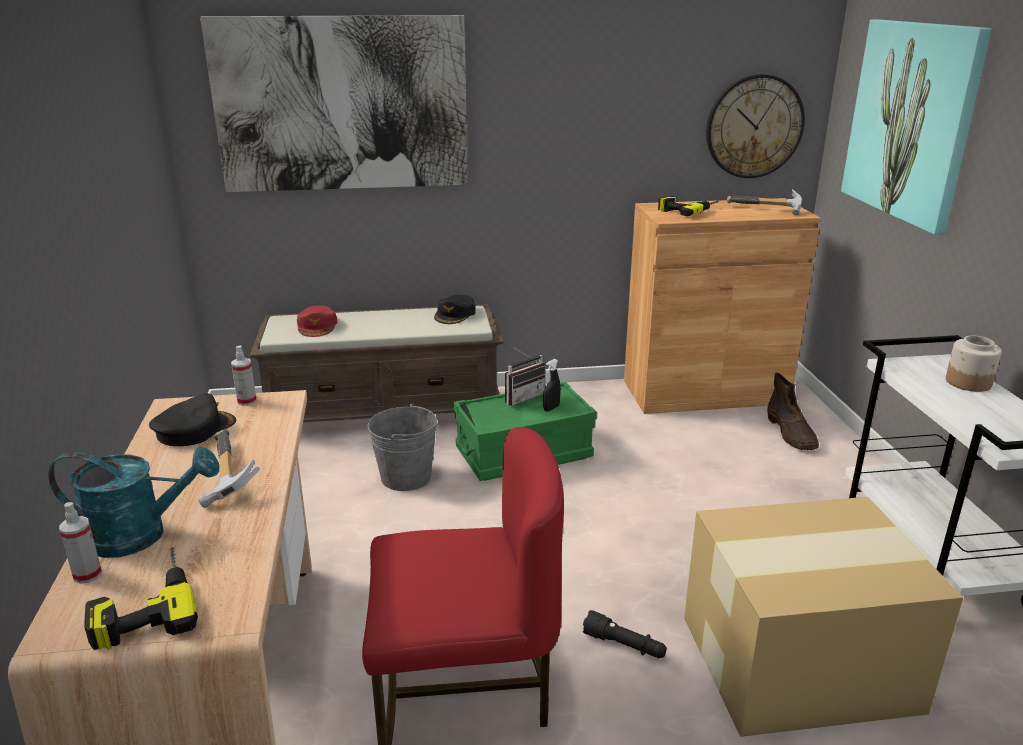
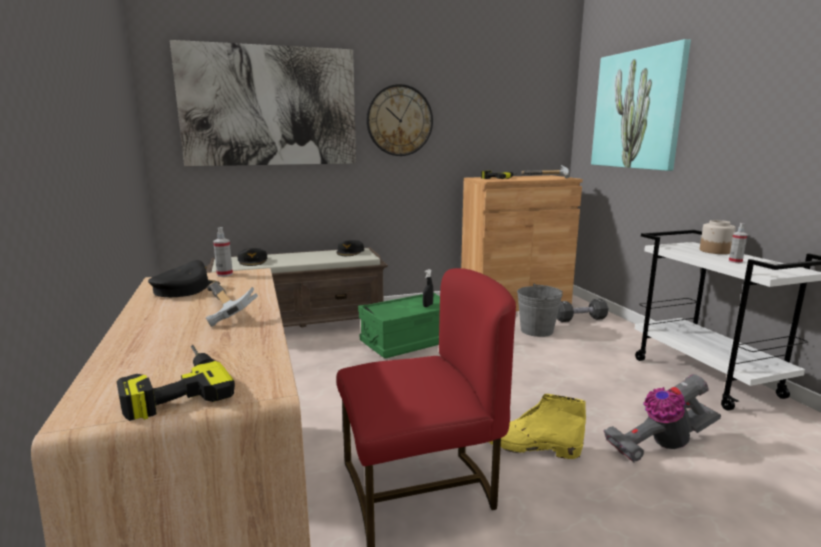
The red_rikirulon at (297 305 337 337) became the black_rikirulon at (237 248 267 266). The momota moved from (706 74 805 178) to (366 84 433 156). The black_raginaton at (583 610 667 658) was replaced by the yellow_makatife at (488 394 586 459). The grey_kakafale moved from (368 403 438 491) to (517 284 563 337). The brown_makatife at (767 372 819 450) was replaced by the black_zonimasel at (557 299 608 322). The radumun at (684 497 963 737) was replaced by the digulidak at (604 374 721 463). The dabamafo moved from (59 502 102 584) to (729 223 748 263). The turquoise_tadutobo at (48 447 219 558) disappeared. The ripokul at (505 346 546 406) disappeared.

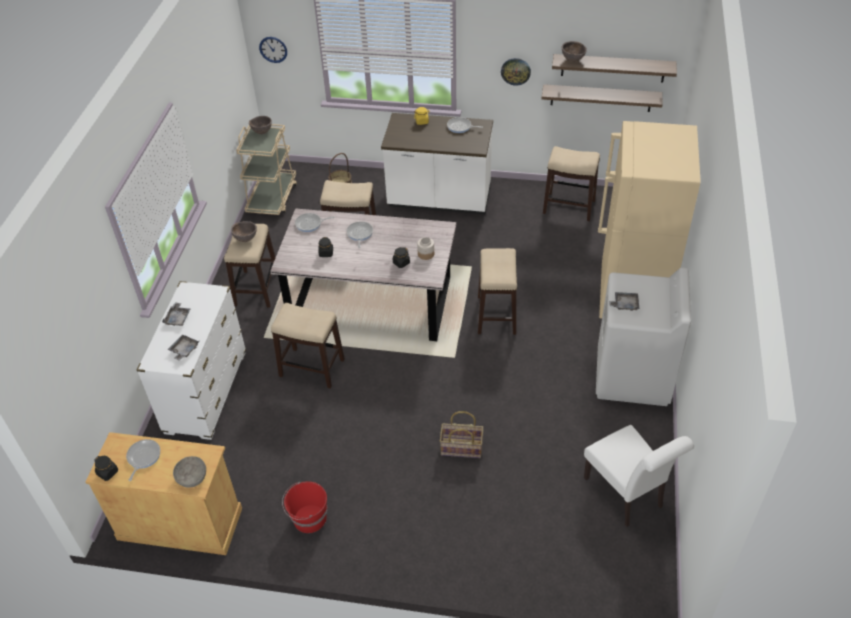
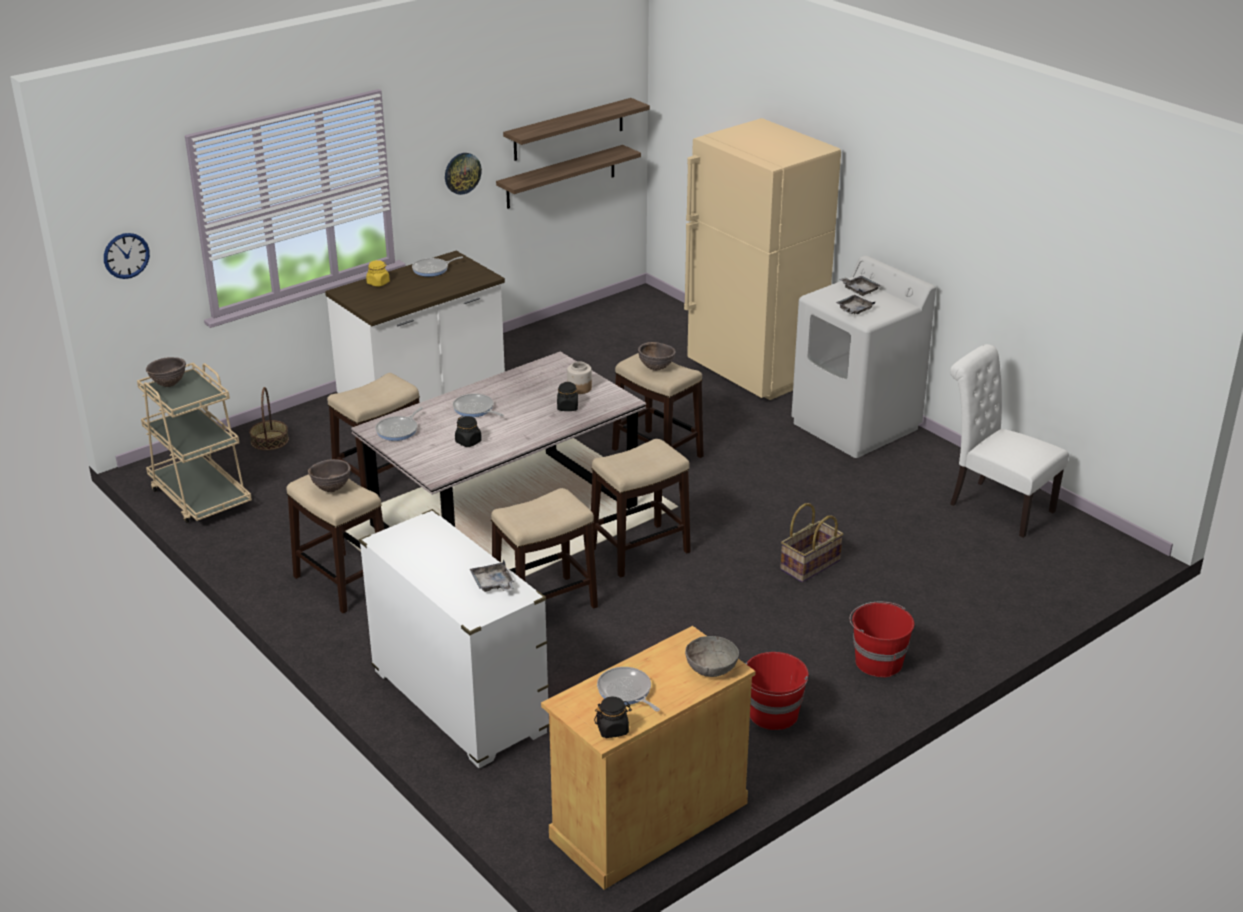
The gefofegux moved from (543 146 600 221) to (591 439 691 578). The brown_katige moved from (561 41 587 62) to (638 342 676 371). The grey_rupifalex moved from (162 302 190 326) to (839 276 881 296). The red_kakafale at (850 602 914 677) appeared. The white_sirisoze at (584 425 694 527) turned 150 degrees counterclockwise.

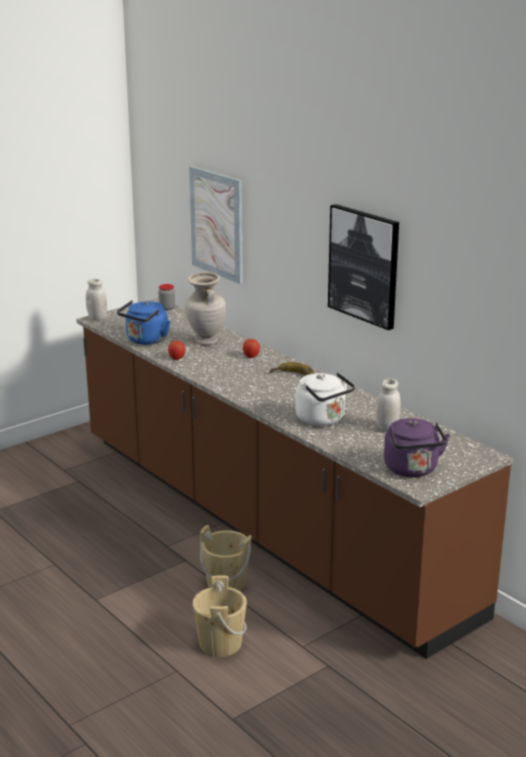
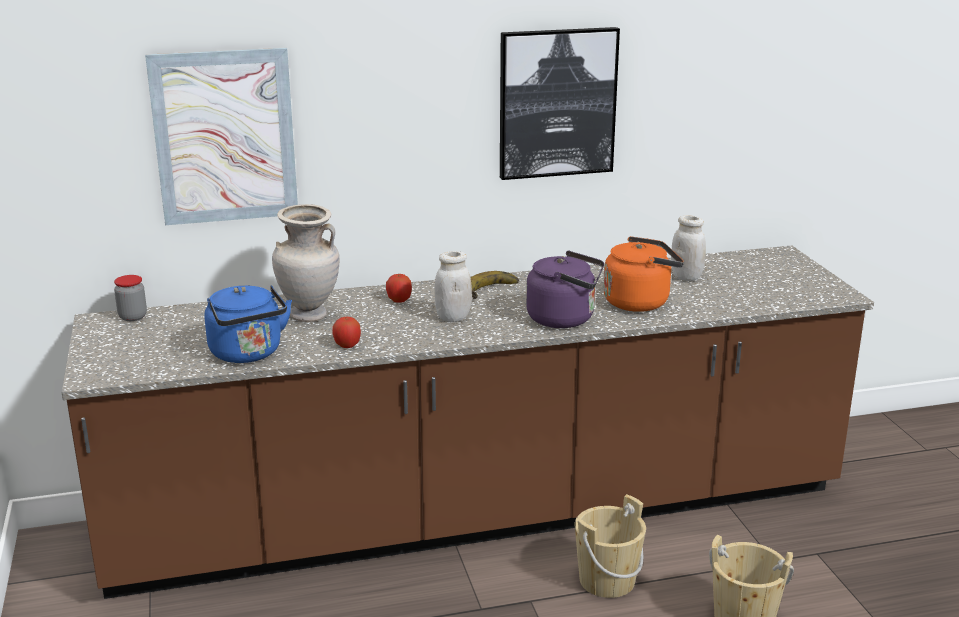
The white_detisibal moved from (86 279 107 320) to (434 251 472 322). The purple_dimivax moved from (384 418 450 477) to (526 251 604 328). The white_dimivax at (295 372 355 426) became the orange_dimivax at (603 236 684 312).

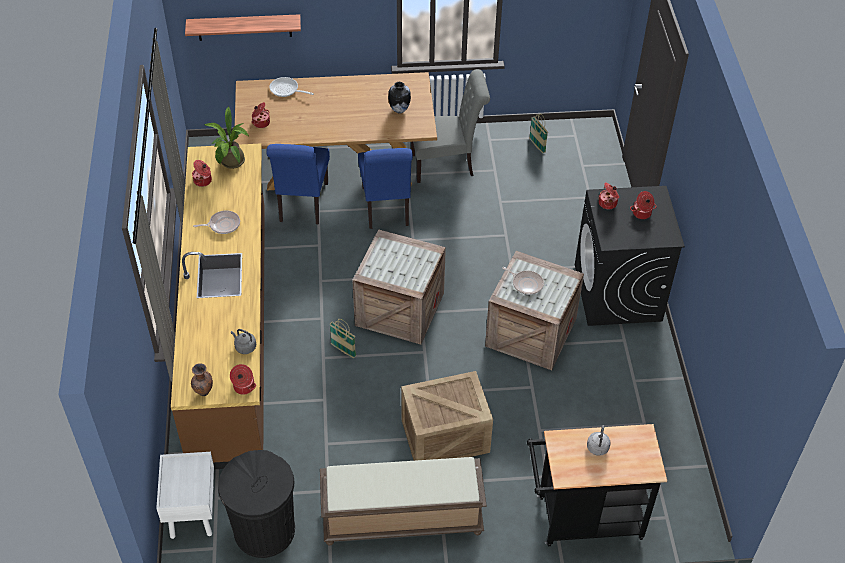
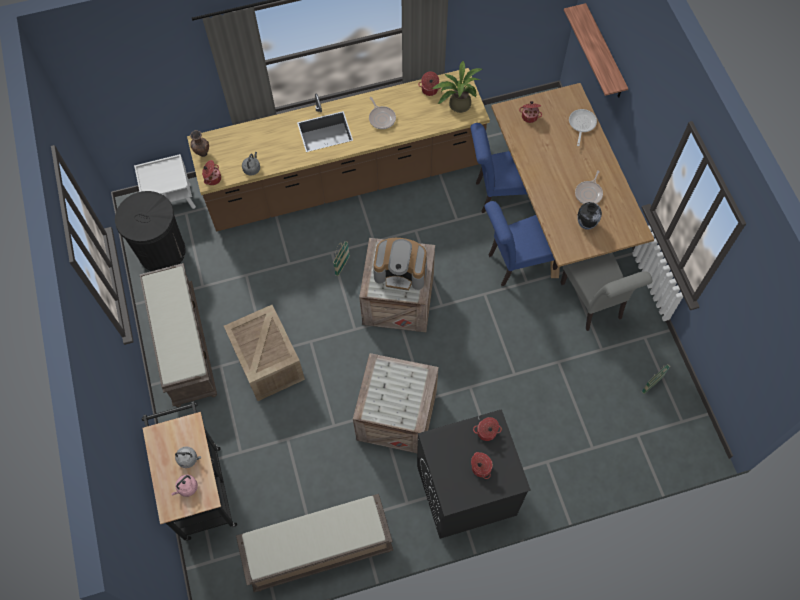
The pink_dimivax at (171 475 198 497) appeared. The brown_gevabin at (236 494 393 592) appeared. The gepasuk at (373 238 427 291) appeared. The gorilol moved from (502 267 544 295) to (575 170 603 204).

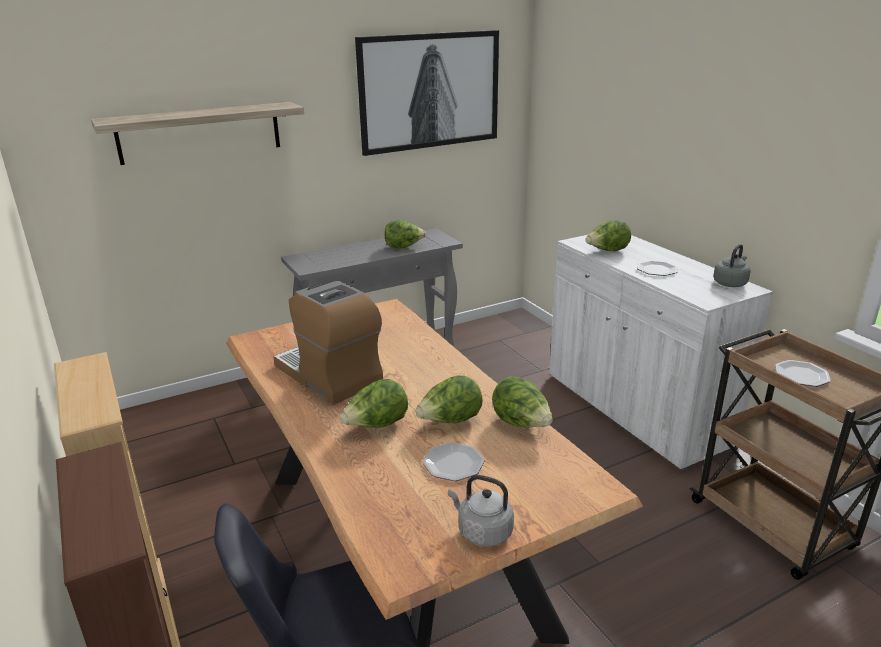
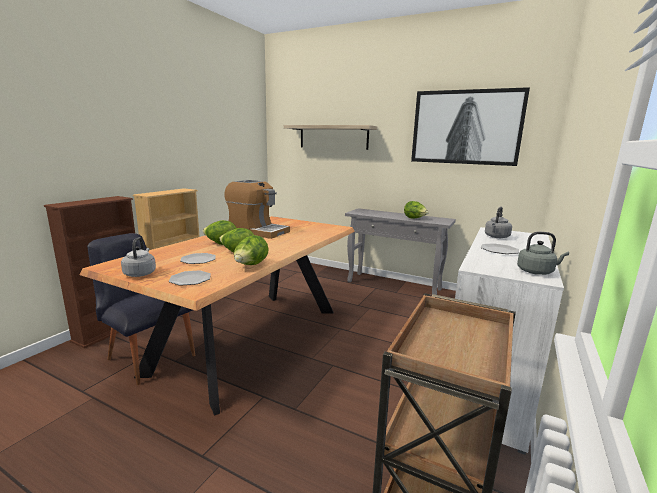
The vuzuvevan moved from (775 360 831 387) to (169 270 211 286). The gepasuk at (273 281 383 405) turned 105 degrees clockwise. The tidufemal at (586 220 631 251) was replaced by the grey_dimivax at (485 207 512 238).

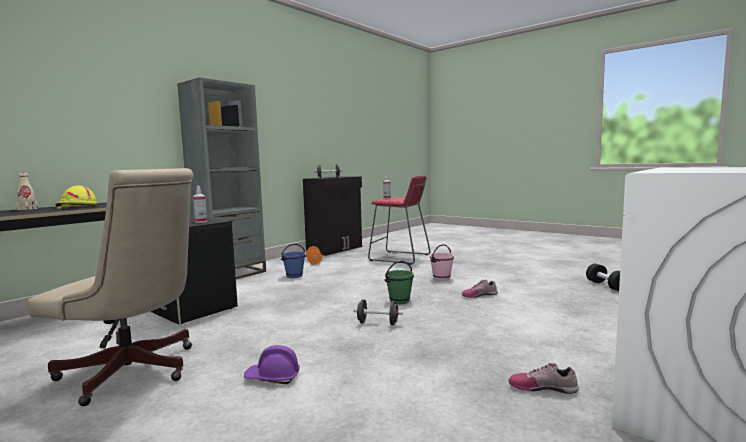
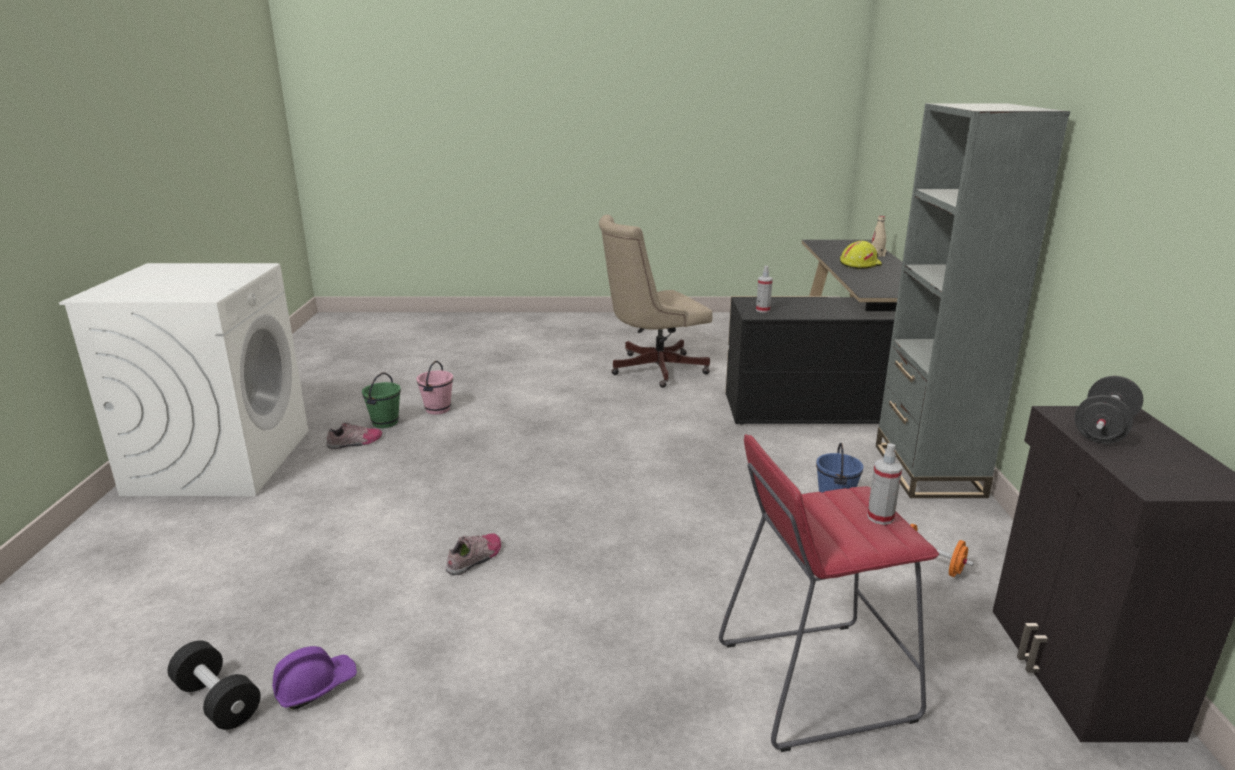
The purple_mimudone moved from (244 345 300 384) to (272 646 357 710). The green_kakafale moved from (385 261 414 304) to (362 372 401 428). The pink_kakafale moved from (430 244 454 281) to (417 361 453 415). The black_zonimasel at (353 299 403 325) disappeared.

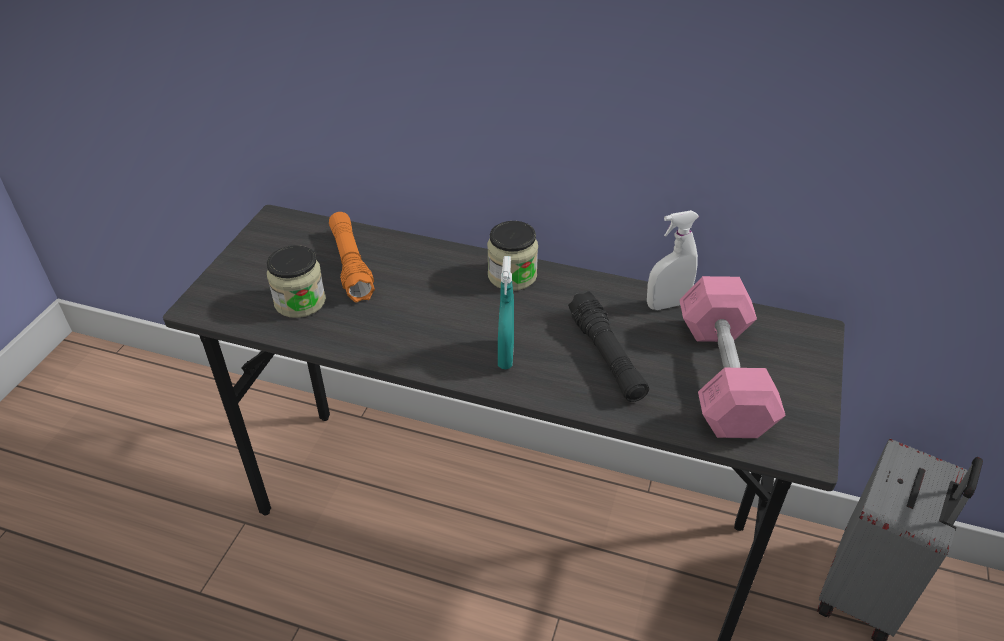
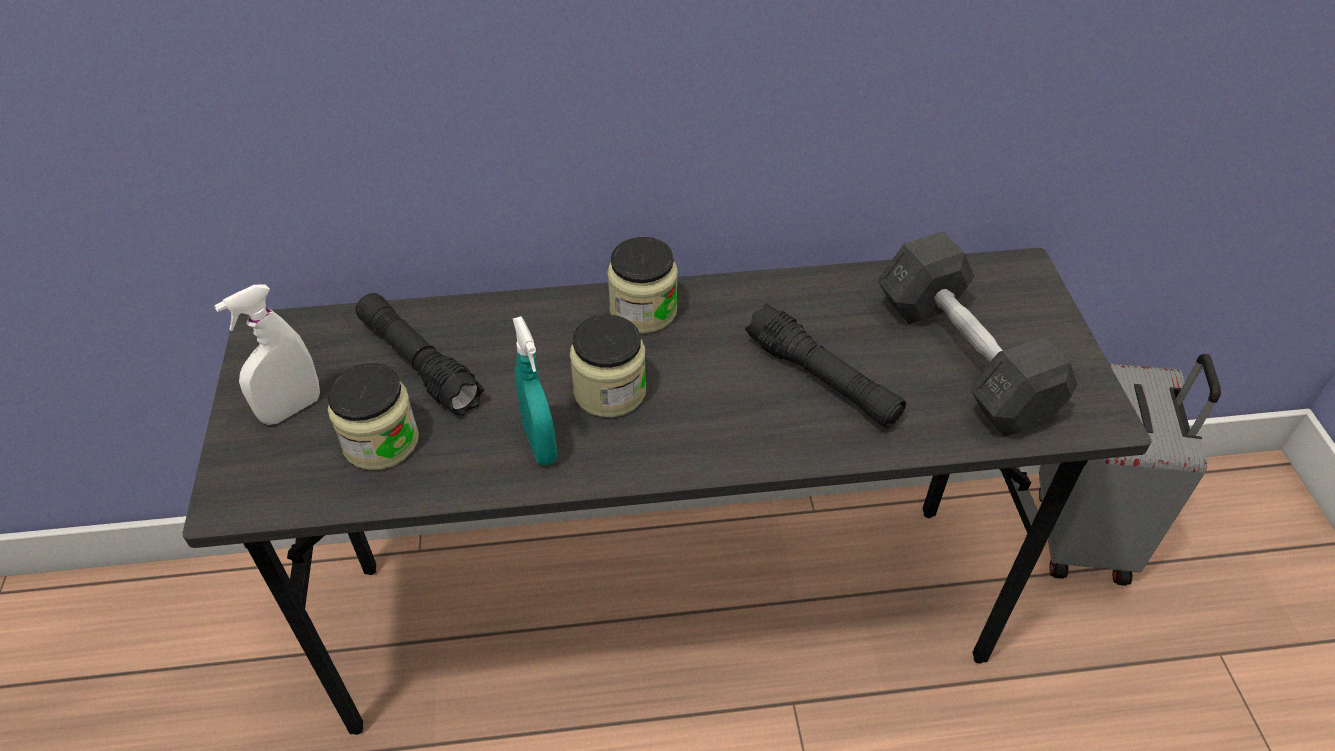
The white_dabamafo moved from (647 210 699 310) to (214 285 320 425). The orange_raginaton at (329 212 375 303) became the black_raginaton at (355 293 485 416). The turquoise_dabamafo moved from (498 256 514 369) to (513 316 557 466). The detisibal at (570 314 646 417) appeared. The pink_zonimasel at (679 276 786 438) became the grey_zonimasel at (877 231 1078 436).

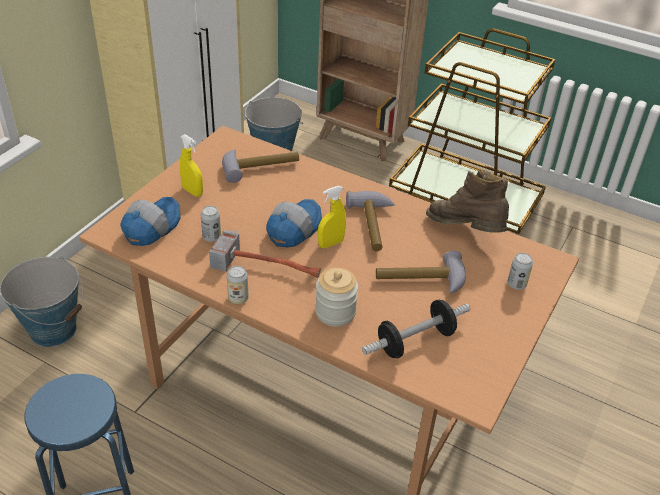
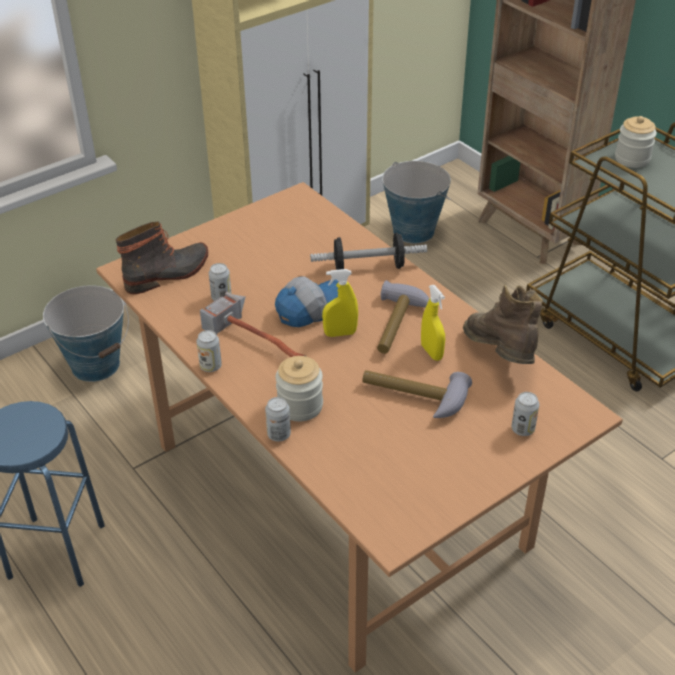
The rikirulon at (120 197 181 246) was replaced by the makatife at (116 221 208 294). The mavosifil at (265 397 291 441) appeared. The zonimasel moved from (362 300 470 358) to (310 233 427 270). The yellow_dabamafo moved from (180 134 203 197) to (421 285 445 361). The detisibal at (615 116 657 168) appeared. The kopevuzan at (222 150 299 183) disappeared.

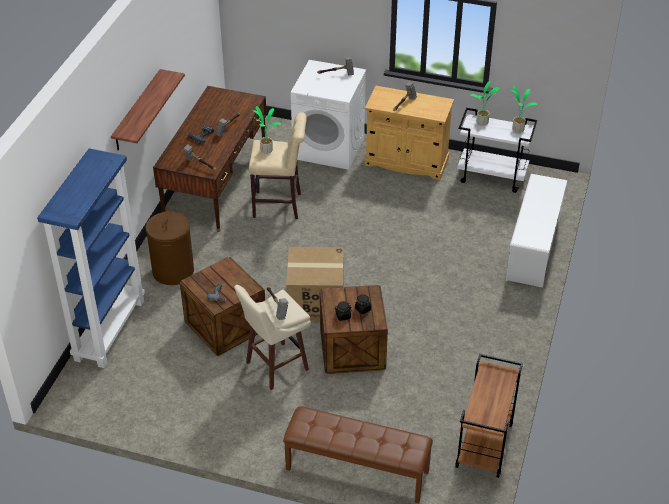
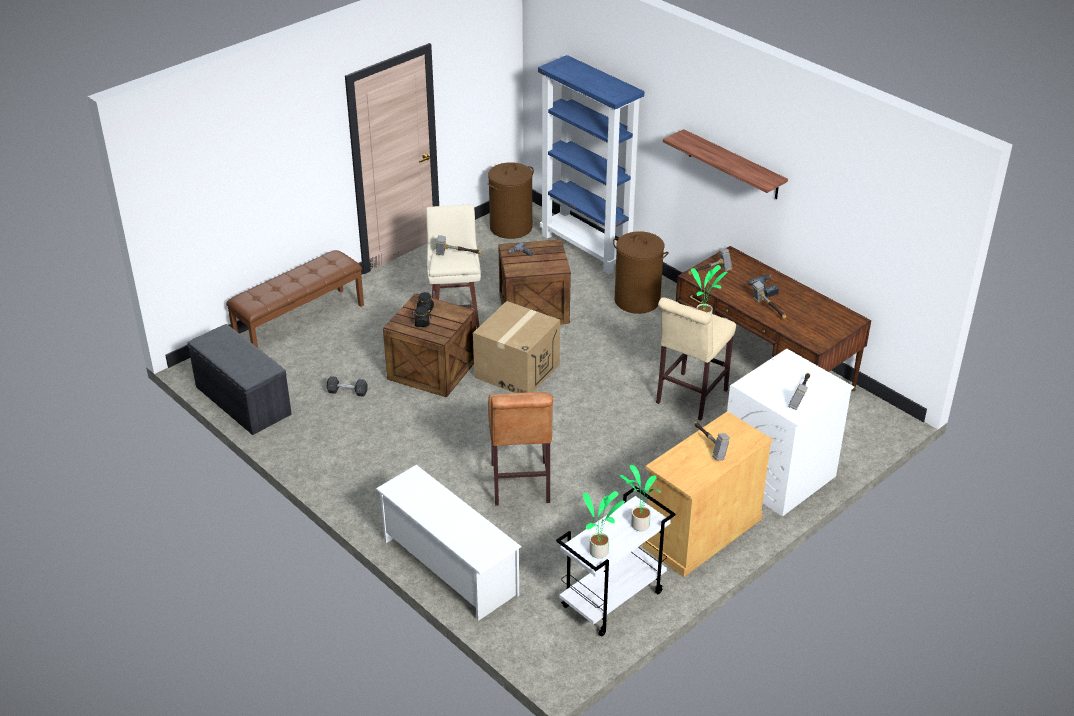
The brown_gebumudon at (455 354 523 478) was replaced by the grey_gevabin at (188 324 292 435). The grey_zonimasel at (326 376 368 397) appeared. The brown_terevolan at (488 162 534 239) appeared. The brown_gefofegux at (488 392 553 506) appeared.

